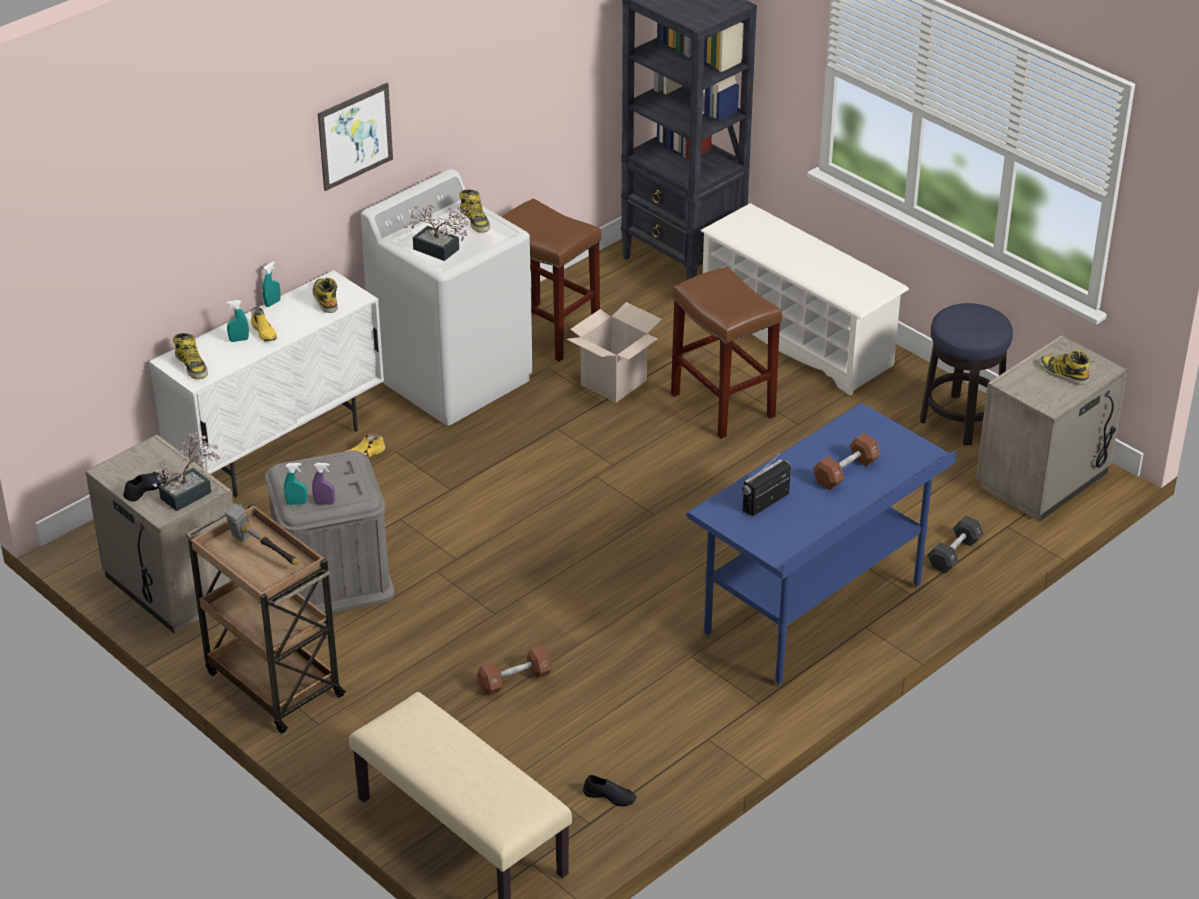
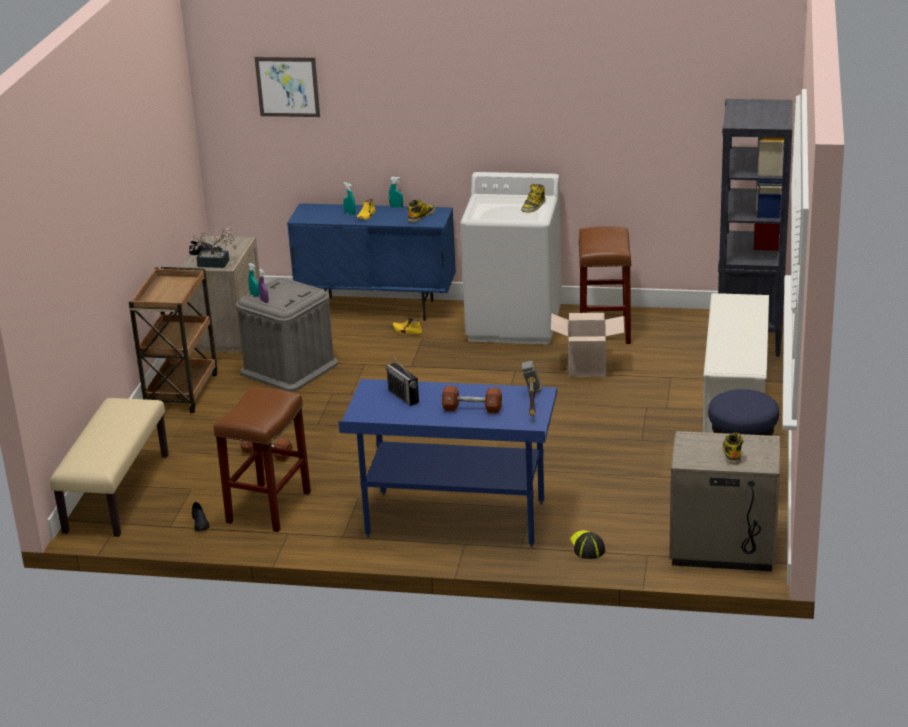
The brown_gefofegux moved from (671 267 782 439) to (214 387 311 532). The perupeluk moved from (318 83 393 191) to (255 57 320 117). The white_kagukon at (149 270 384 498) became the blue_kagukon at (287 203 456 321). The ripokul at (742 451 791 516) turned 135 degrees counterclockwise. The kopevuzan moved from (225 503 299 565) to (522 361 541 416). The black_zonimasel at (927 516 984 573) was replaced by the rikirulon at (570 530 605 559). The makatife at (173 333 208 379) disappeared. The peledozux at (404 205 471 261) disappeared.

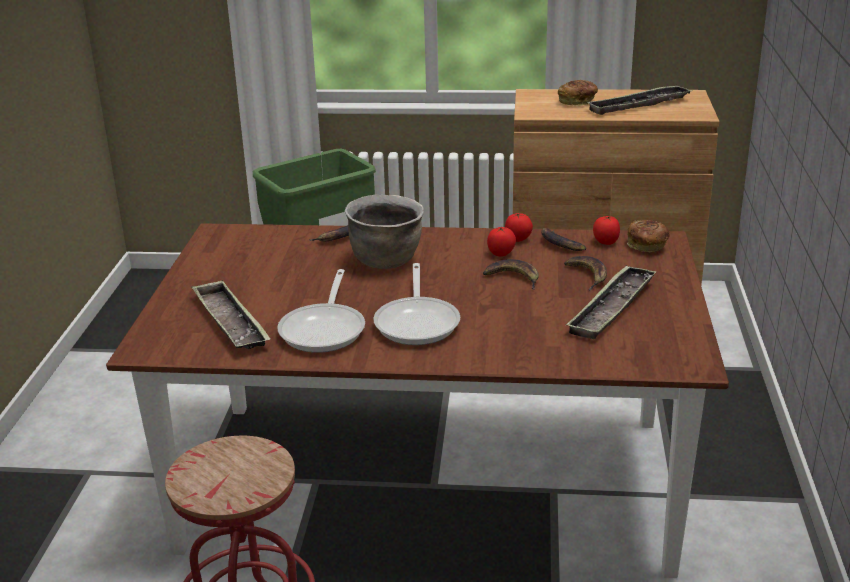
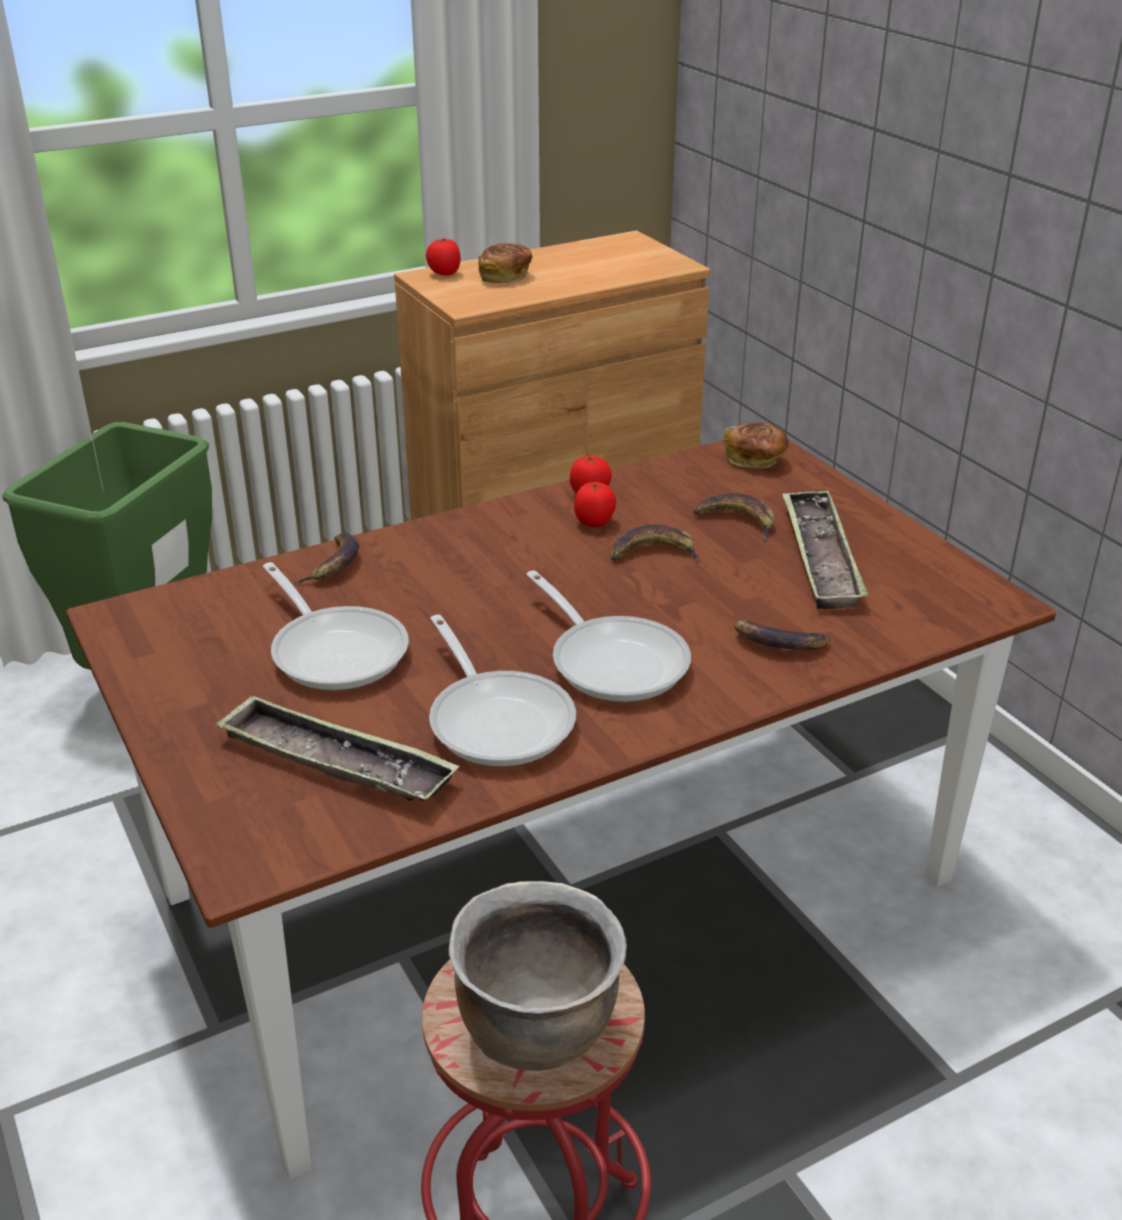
The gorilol at (263 562 409 691) appeared. The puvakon moved from (593 216 620 245) to (426 238 461 275). The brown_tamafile moved from (345 194 424 269) to (449 881 627 1071). The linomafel moved from (541 228 587 251) to (735 618 830 650). The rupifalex at (586 85 693 115) disappeared.

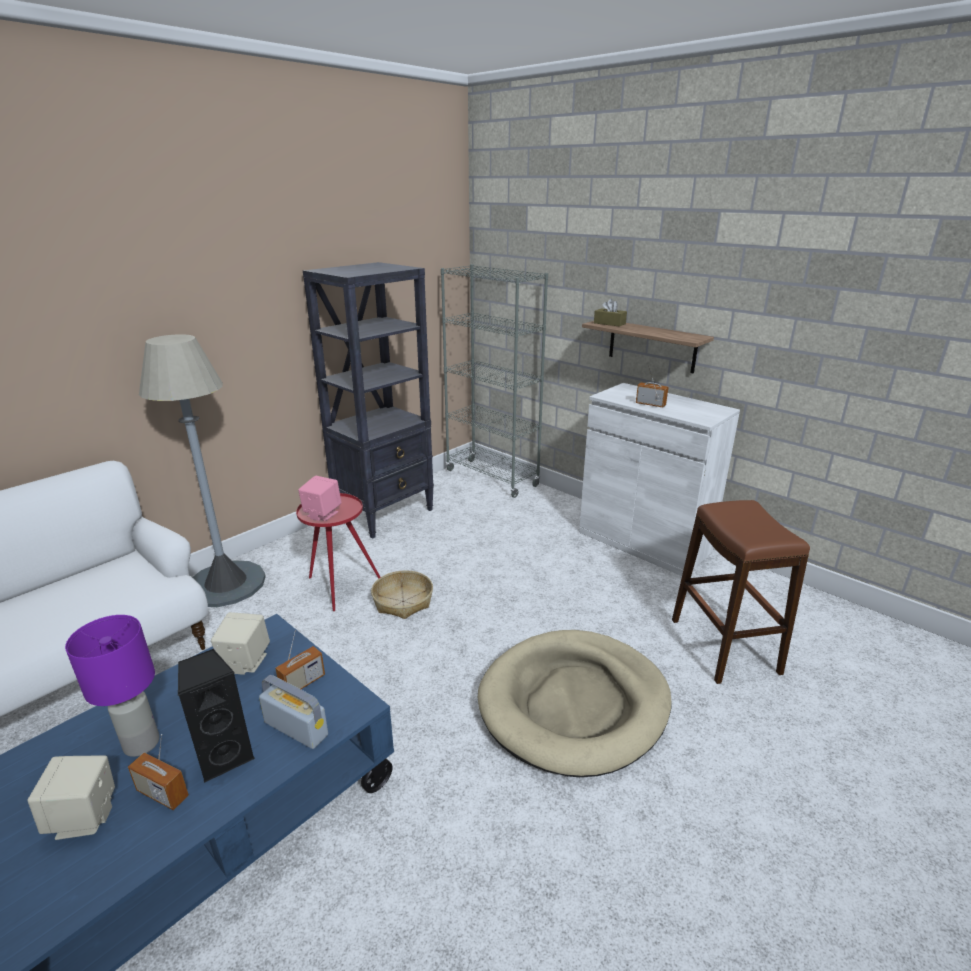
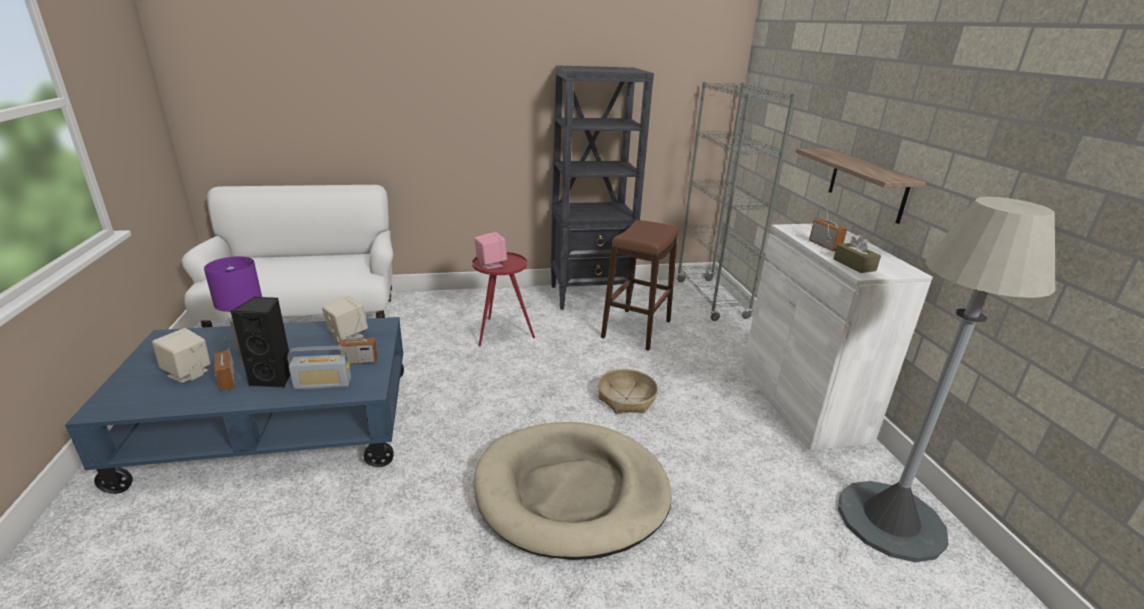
The ripokul at (259 675 328 749) turned 105 degrees clockwise. The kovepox moved from (371 570 433 619) to (598 369 658 414). The brown_gefofegux moved from (672 500 810 684) to (601 220 678 351). The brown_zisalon moved from (594 299 627 327) to (833 234 881 273). The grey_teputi moved from (139 334 266 607) to (838 197 1055 563).

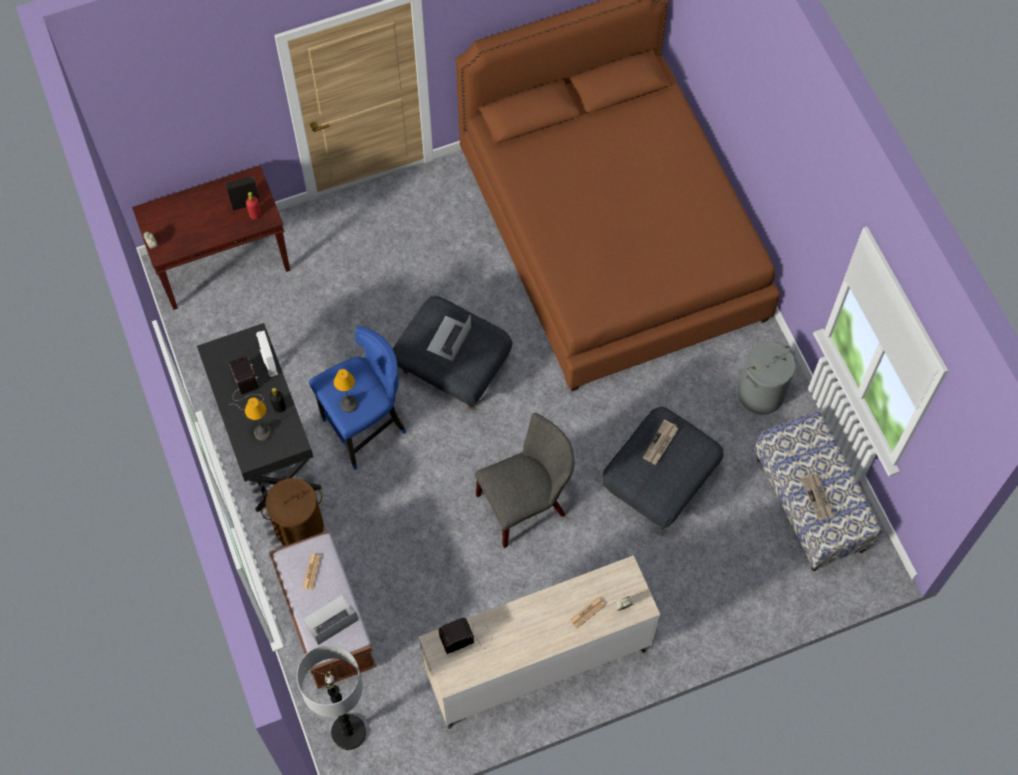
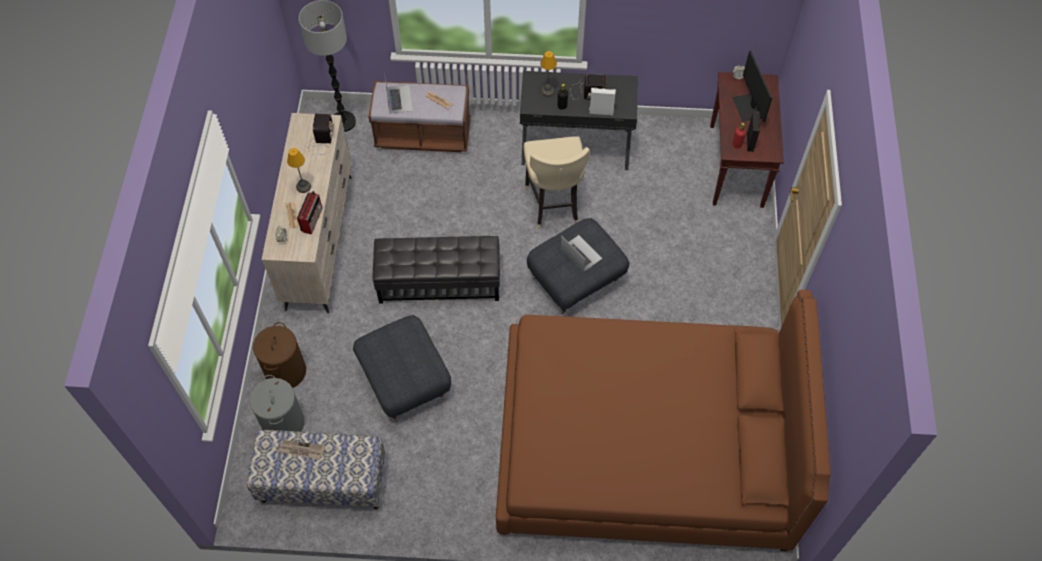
The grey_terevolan moved from (738 342 796 415) to (250 375 305 432). The brown_terevolan moved from (261 478 324 546) to (253 322 306 388). The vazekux moved from (334 369 358 413) to (287 148 311 193). The ripokul at (297 191 323 234) appeared. The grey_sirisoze at (475 413 574 548) was replaced by the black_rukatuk at (373 236 500 304). The blue_gefofegux at (309 326 407 470) became the beige_gefofegux at (523 136 590 230). The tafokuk at (732 50 772 122) appeared. The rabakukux at (643 419 679 465) disappeared.

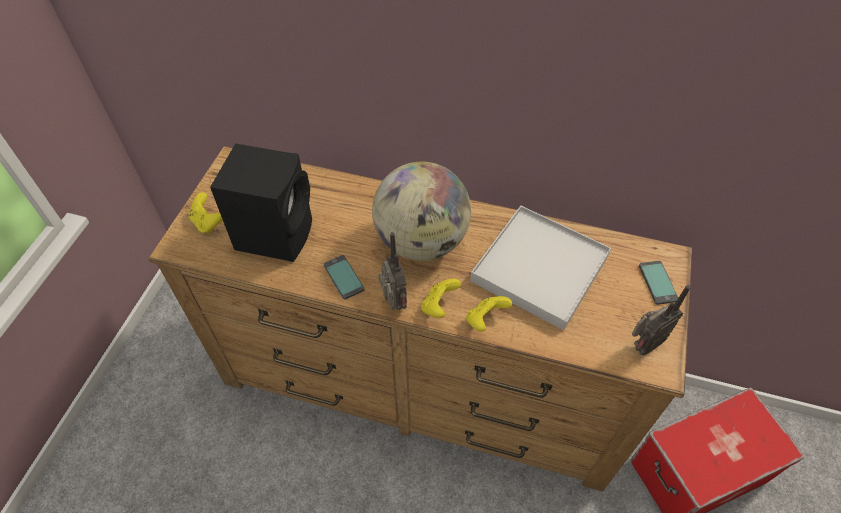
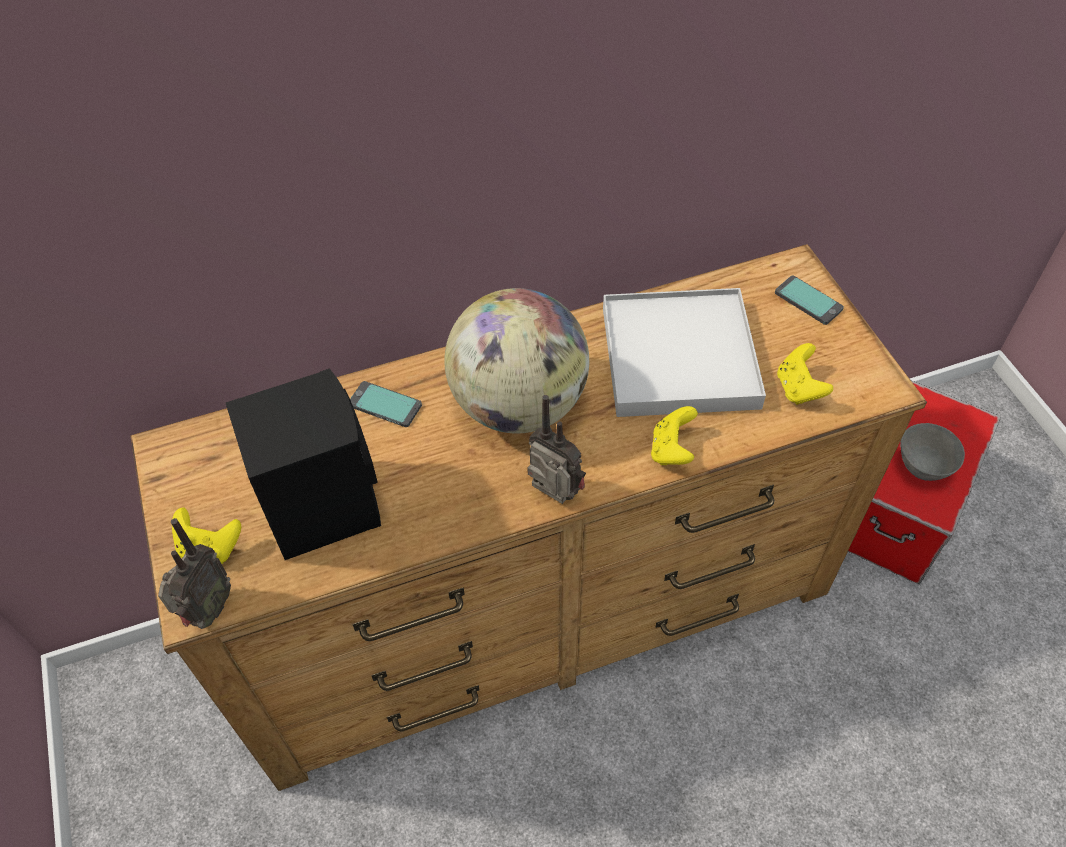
The ripokul moved from (632 285 691 355) to (158 518 231 629). The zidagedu moved from (324 255 364 300) to (350 381 422 427). The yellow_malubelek moved from (421 279 461 318) to (777 343 833 405). The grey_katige at (900 423 965 481) appeared.

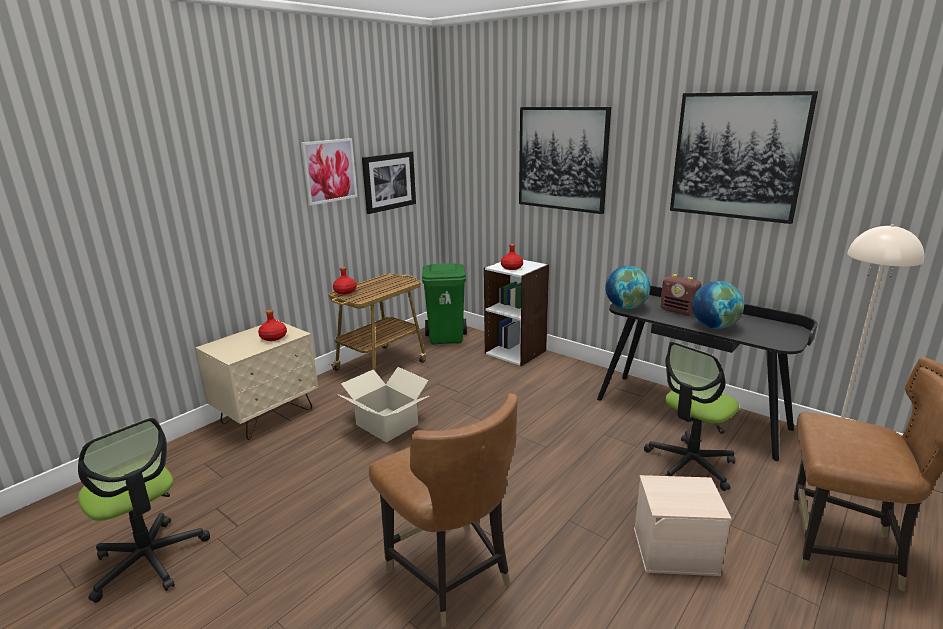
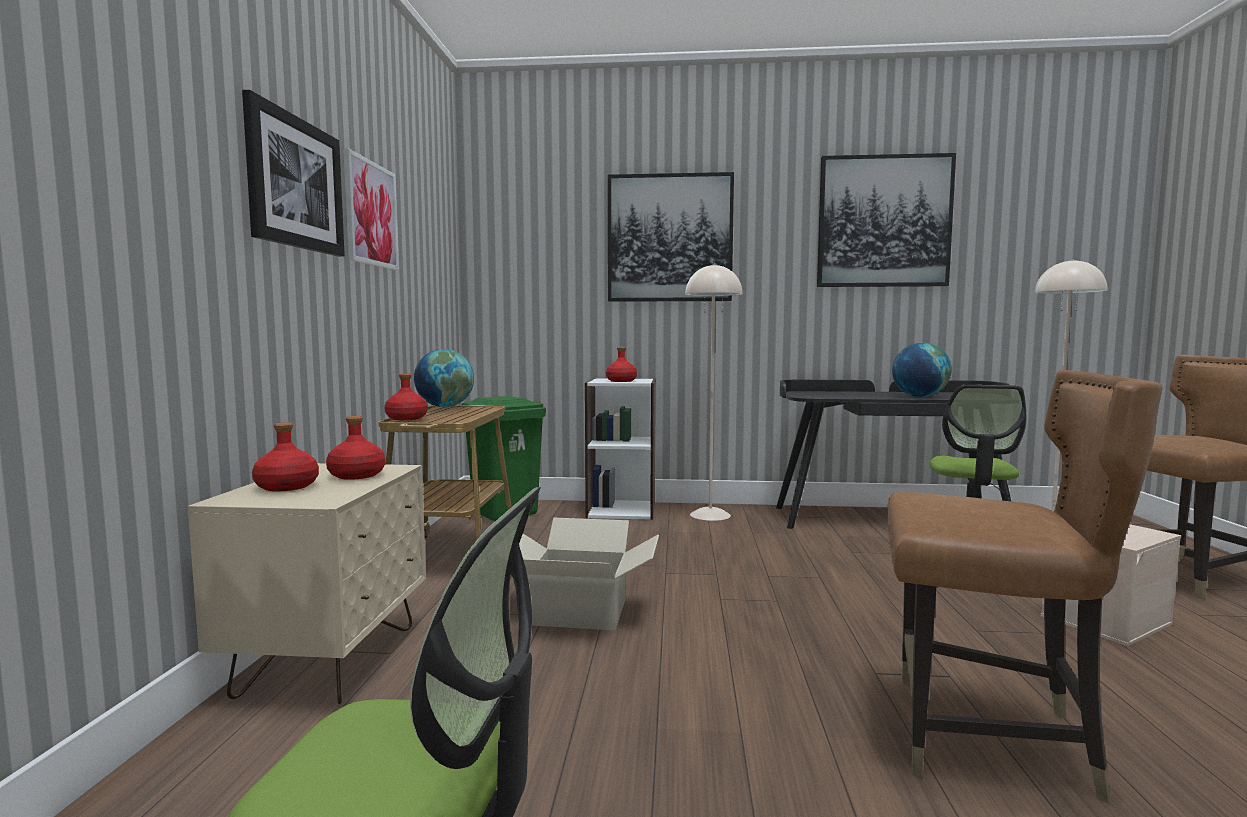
The perupeluk moved from (362 151 416 214) to (242 90 345 257). The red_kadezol at (252 423 319 492) appeared. The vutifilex moved from (605 266 651 309) to (414 349 474 407). The beige_teputi at (685 264 742 521) appeared. The ripokul at (660 274 701 315) disappeared.

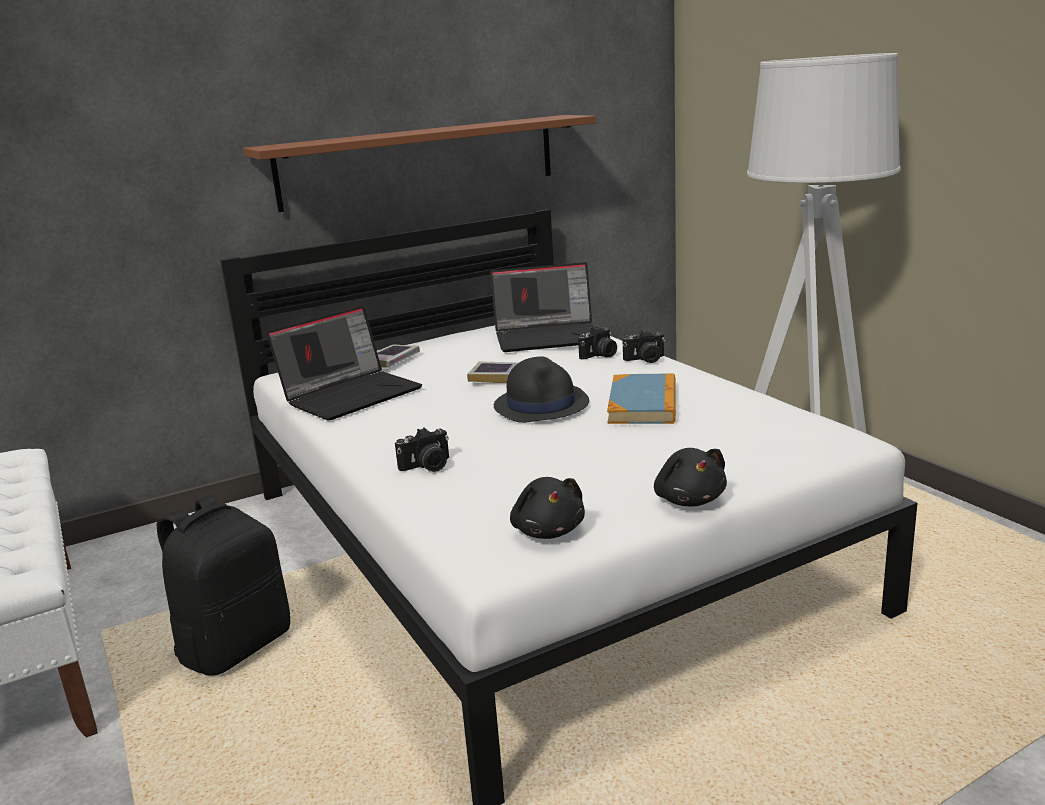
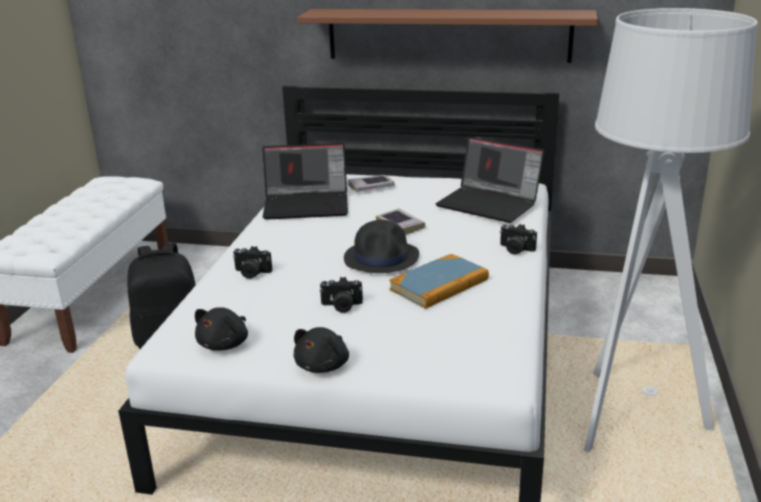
The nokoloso moved from (578 327 617 360) to (320 277 363 313).

